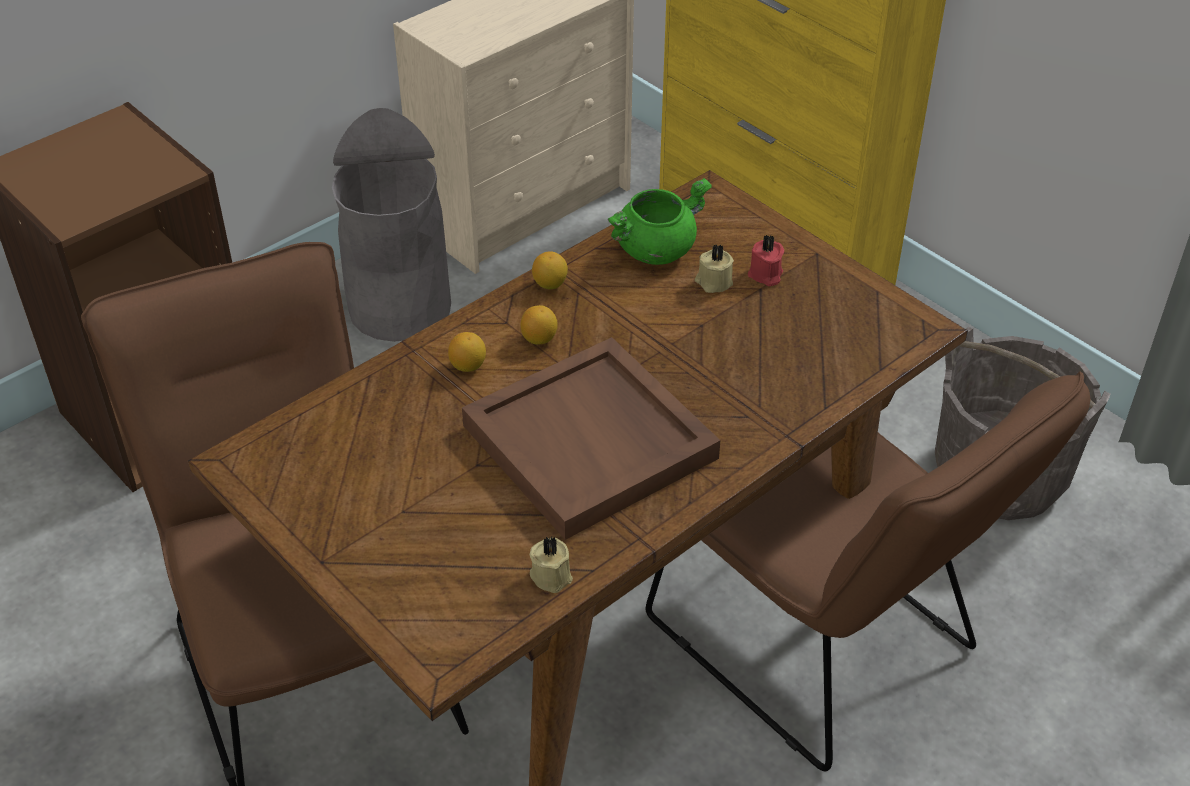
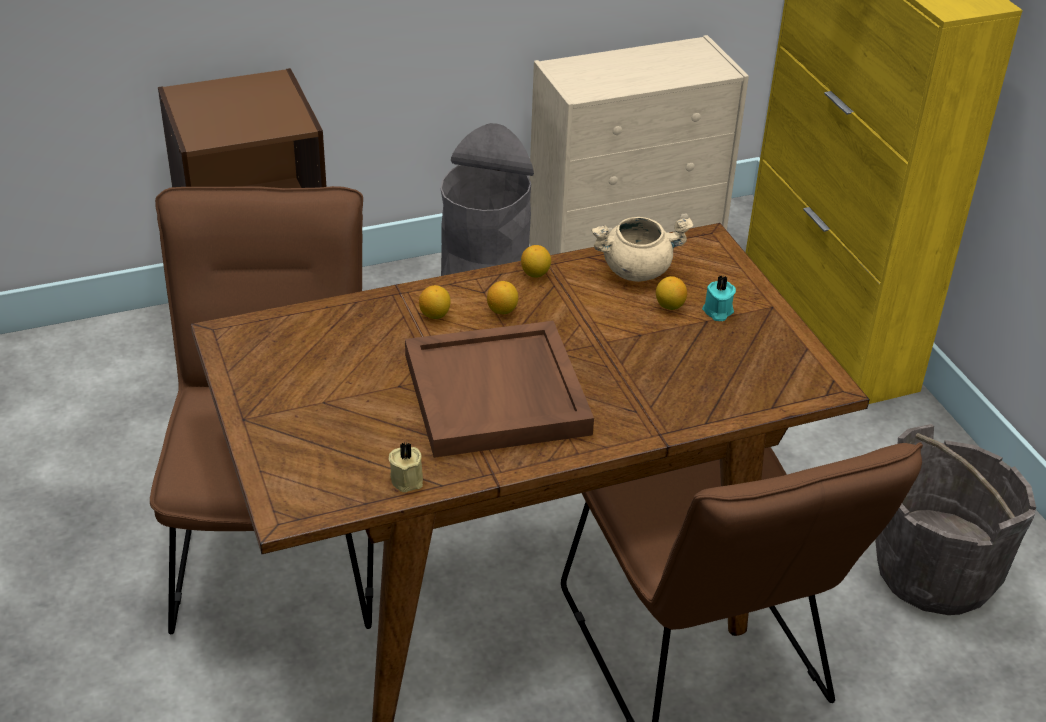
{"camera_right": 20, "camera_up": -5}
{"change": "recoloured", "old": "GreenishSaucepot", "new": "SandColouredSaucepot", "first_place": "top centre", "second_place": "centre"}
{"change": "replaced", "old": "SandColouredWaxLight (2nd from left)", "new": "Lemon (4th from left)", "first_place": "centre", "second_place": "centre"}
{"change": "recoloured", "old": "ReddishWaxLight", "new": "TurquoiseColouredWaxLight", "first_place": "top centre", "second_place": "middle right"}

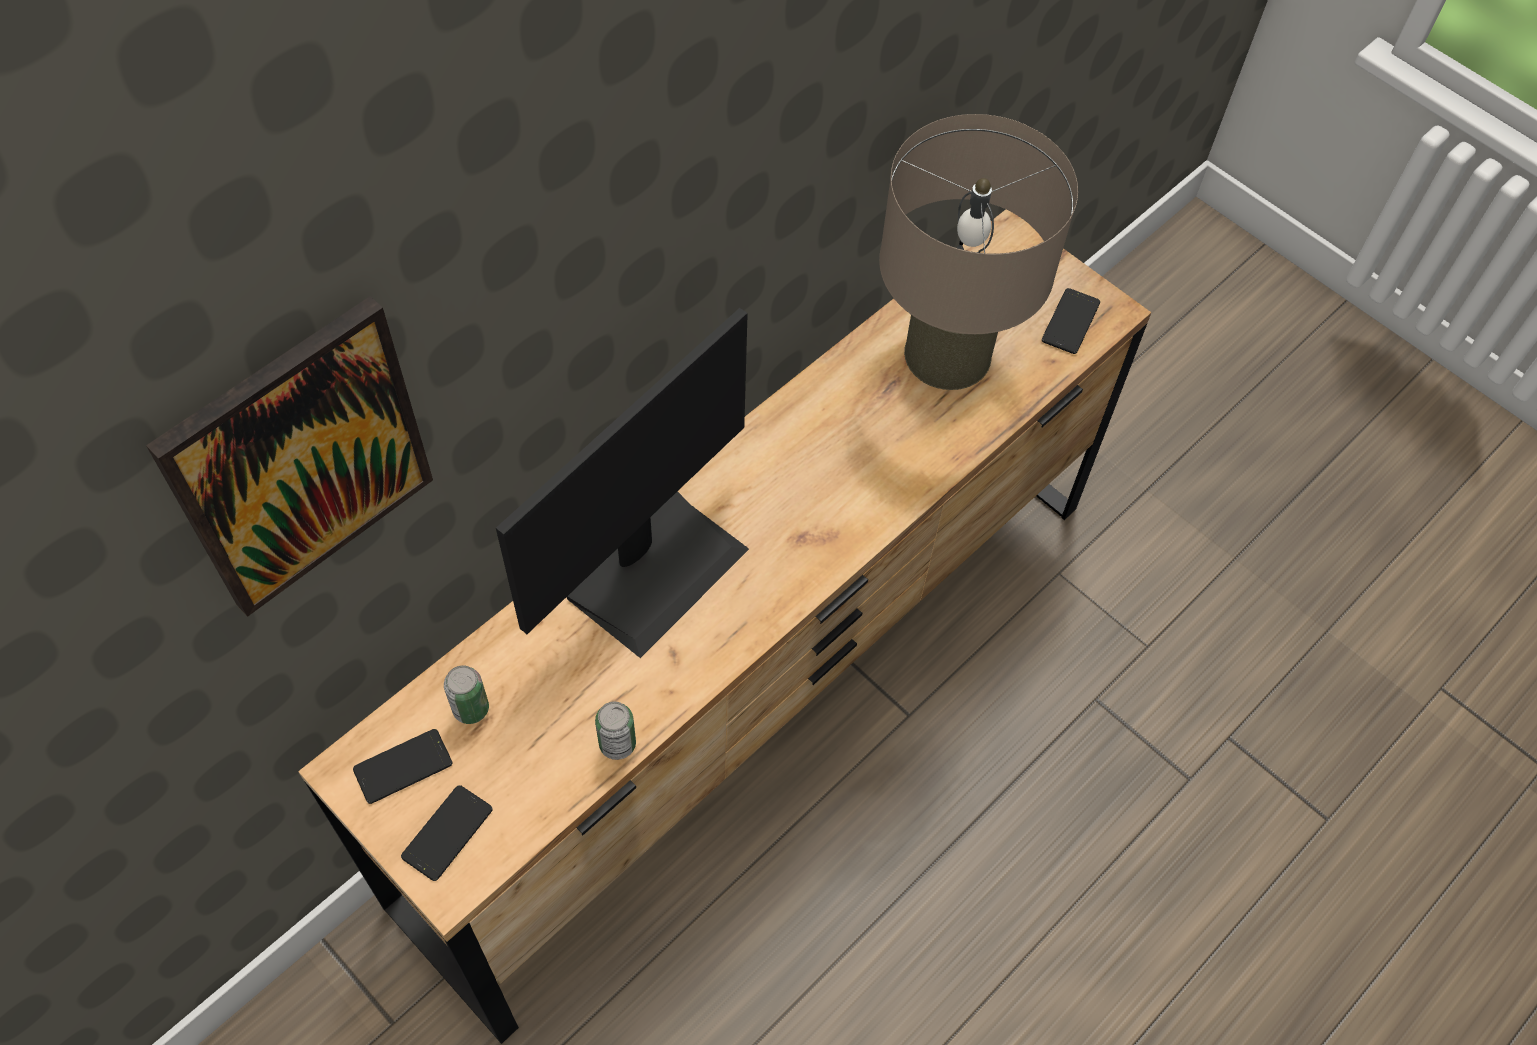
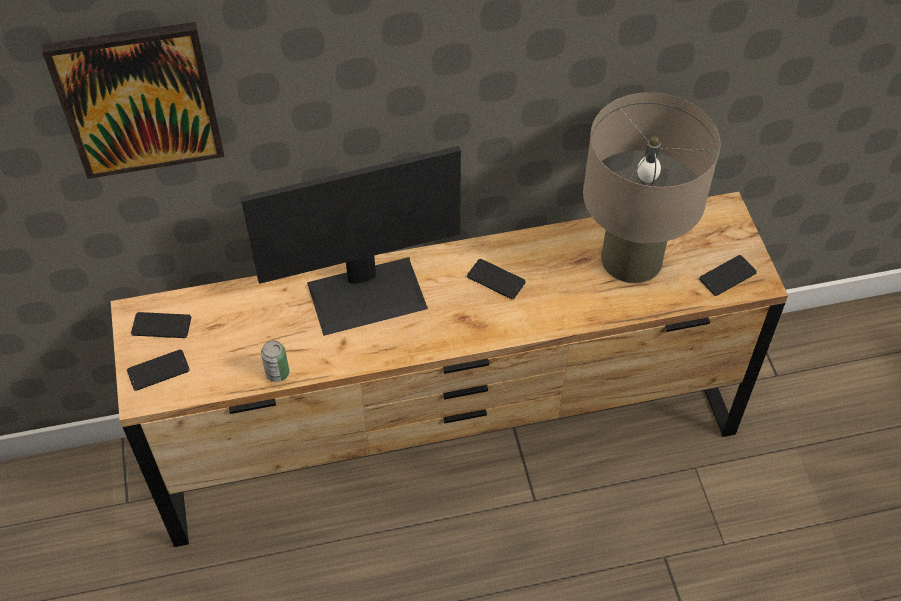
{"camera_right": 35, "camera_up": -5}
{"change": "added", "new": "Telephone (3rd from left)", "second_place": "centre"}
{"change": "removed", "old": "Can (1st from left)", "first_place": "middle left"}

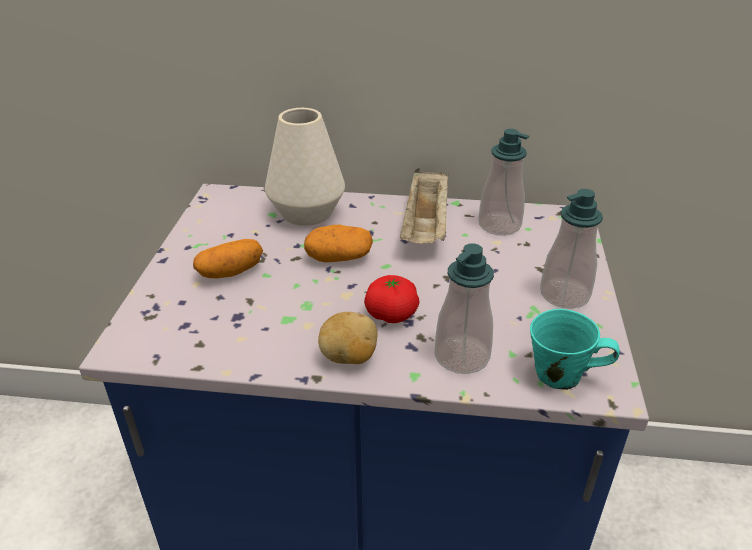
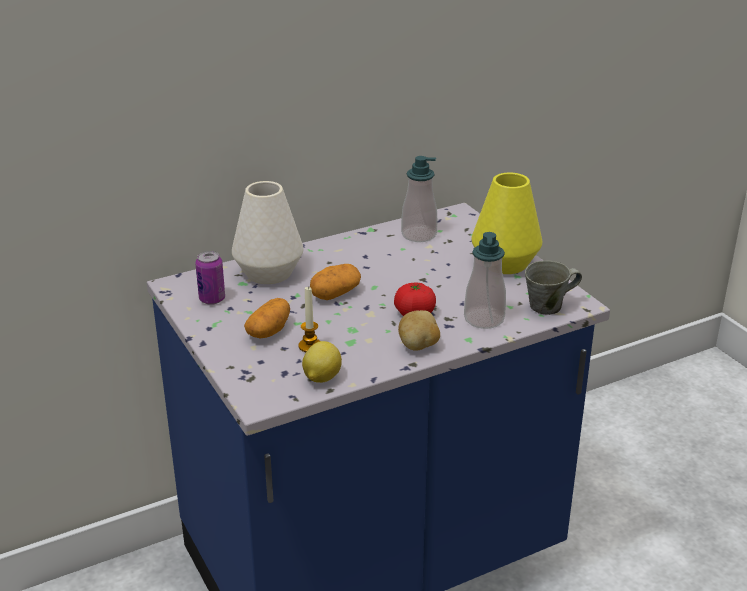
{"camera_right": -35, "camera_up": -5}
{"change": "added", "new": "Can", "second_place": "middle left"}
{"change": "added", "new": "WaxLight", "second_place": "centre"}
{"change": "added", "new": "Lemon", "second_place": "centre"}
{"change": "replaced", "old": "SoapBottle (3rd from left)", "new": "YellowishFlowerVase", "first_place": "middle right", "second_place": "middle right"}
{"change": "recoloured", "old": "TurquoiseColouredCoffeeMug", "new": "GreyCoffeeMug", "first_place": "middle right", "second_place": "middle right"}
{"change": "removed", "old": "SandColouredTray", "first_place": "centre"}

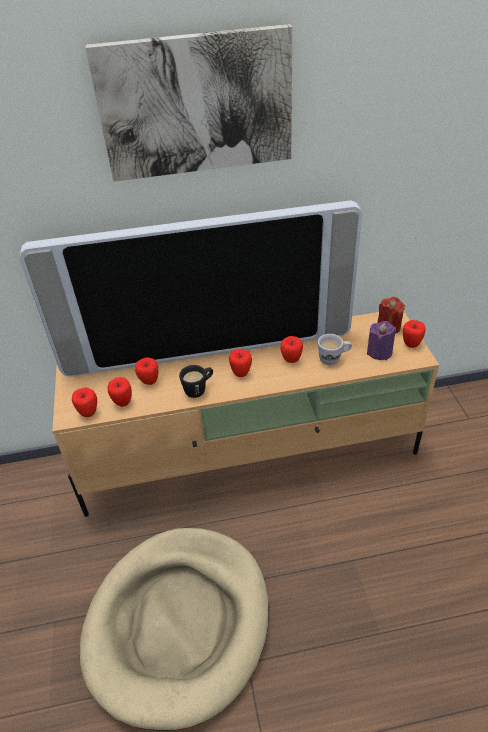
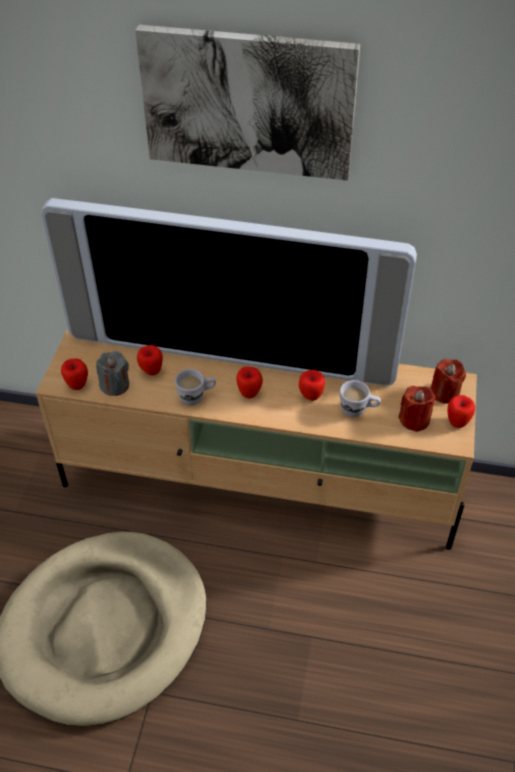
{"camera_right": 20, "camera_up": 5}
{"change": "replaced", "old": "Apple (2nd from left)", "new": "GreyWaxLight", "first_place": "middle left", "second_place": "middle left"}
{"change": "recoloured", "old": "BlackColouredCoffeeMug", "new": "WhitishCoffeeMug (1st from left)", "first_place": "centre", "second_place": "centre"}
{"change": "recoloured", "old": "PurplishWaxLight", "new": "ReddishWaxLight (1st from left)", "first_place": "middle right", "second_place": "middle right"}

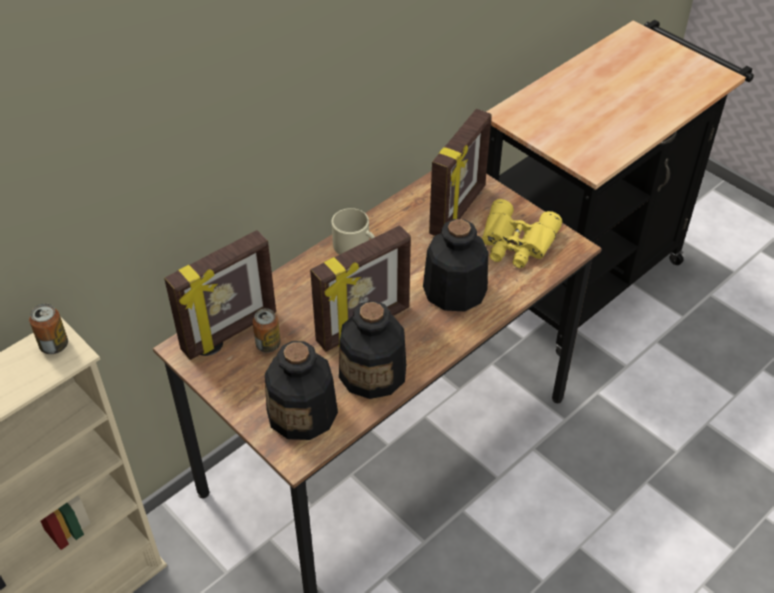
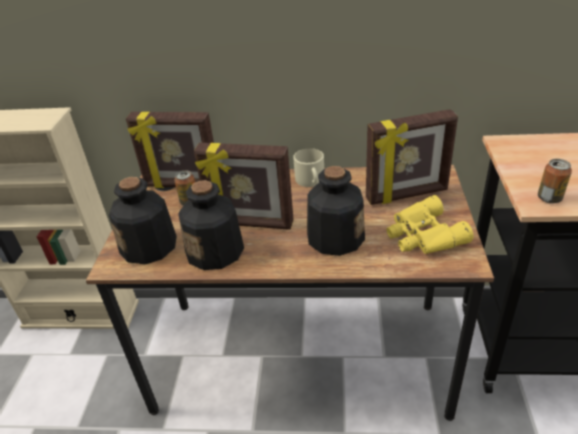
{"camera_right": 50, "camera_up": -10}
{"change": "moved", "old": "Can (1st from left in the first image)", "new": "Can (2nd from left)", "first_place": "middle left", "second_place": "middle right"}

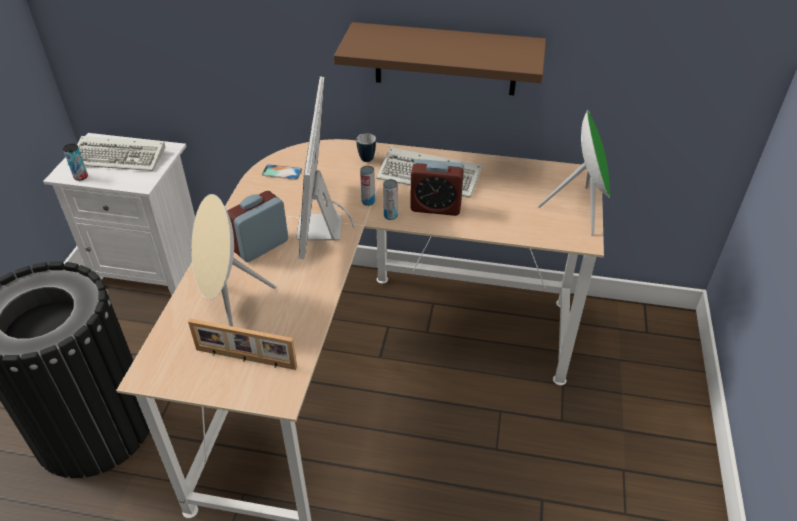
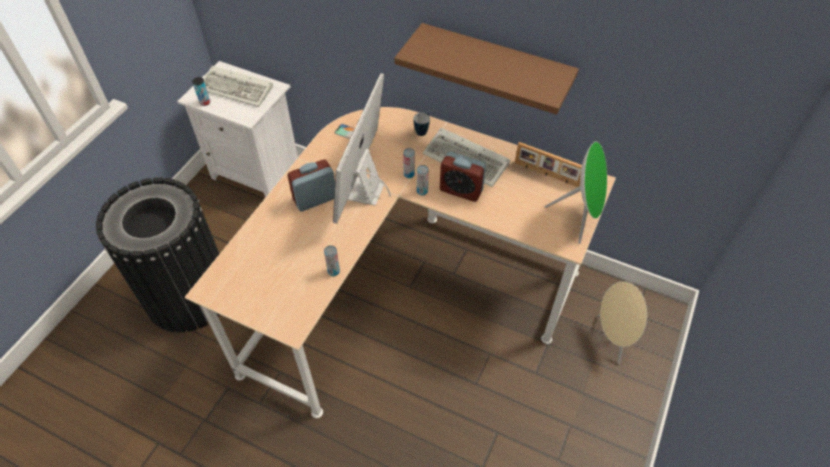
{"camera_right": 15, "camera_up": 10}
{"change": "added", "new": "Can (2nd from left)", "second_place": "centre"}
{"change": "moved", "old": "PhotoFrame", "first_place": "middle left", "second_place": "centre"}
{"change": "moved", "old": "SandColouredSpeaker", "first_place": "middle left", "second_place": "bottom right"}

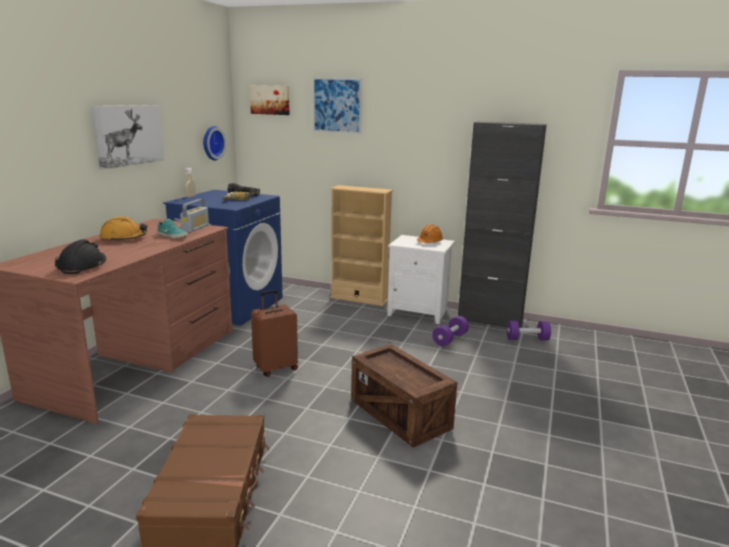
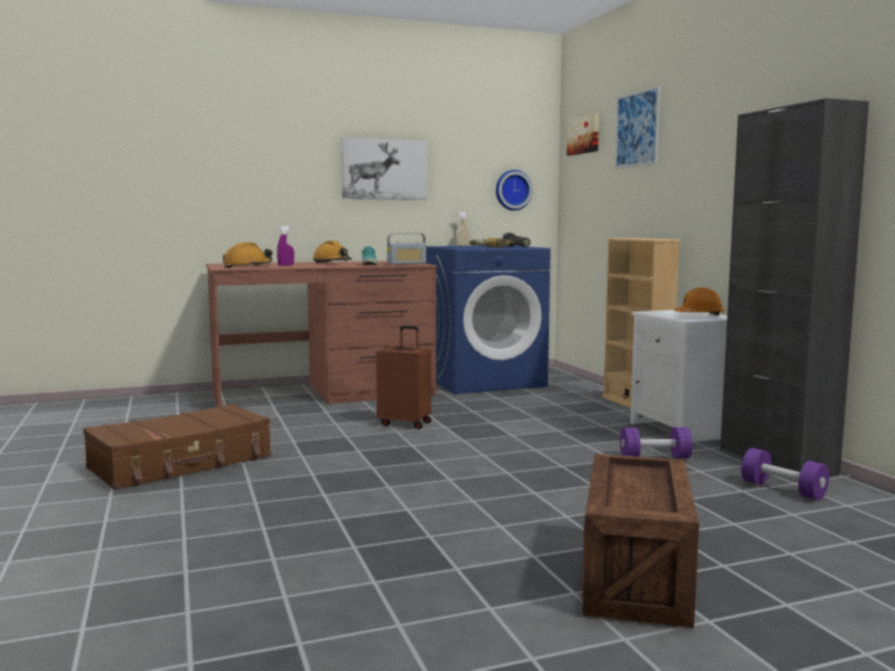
{"camera_right": 50, "camera_up": -10}
{"change": "recoloured", "old": "BlackColouredHardHat", "new": "OrangeyHardHat (1st from left)", "first_place": "middle left", "second_place": "middle left"}
{"change": "added", "new": "PurplishHandSprayer", "second_place": "middle left"}
{"change": "moved", "old": "PackingCrate", "first_place": "bottom centre", "second_place": "bottom right"}

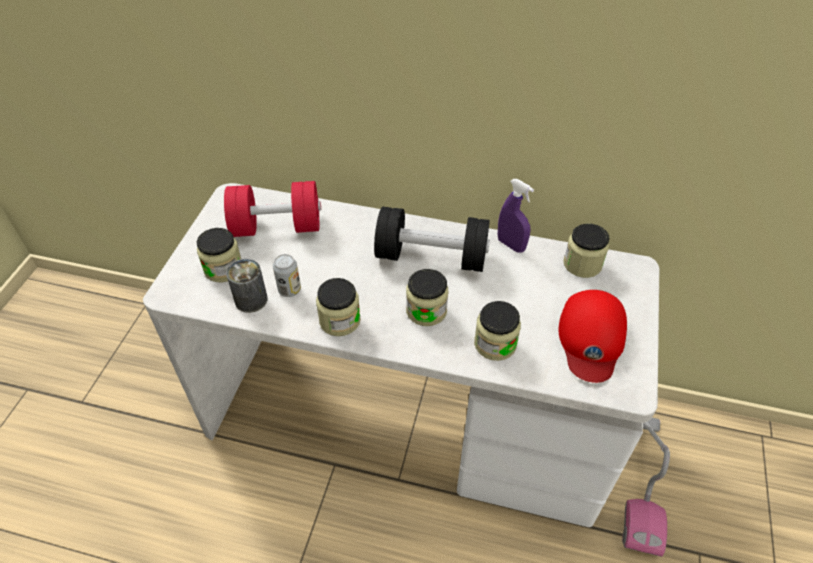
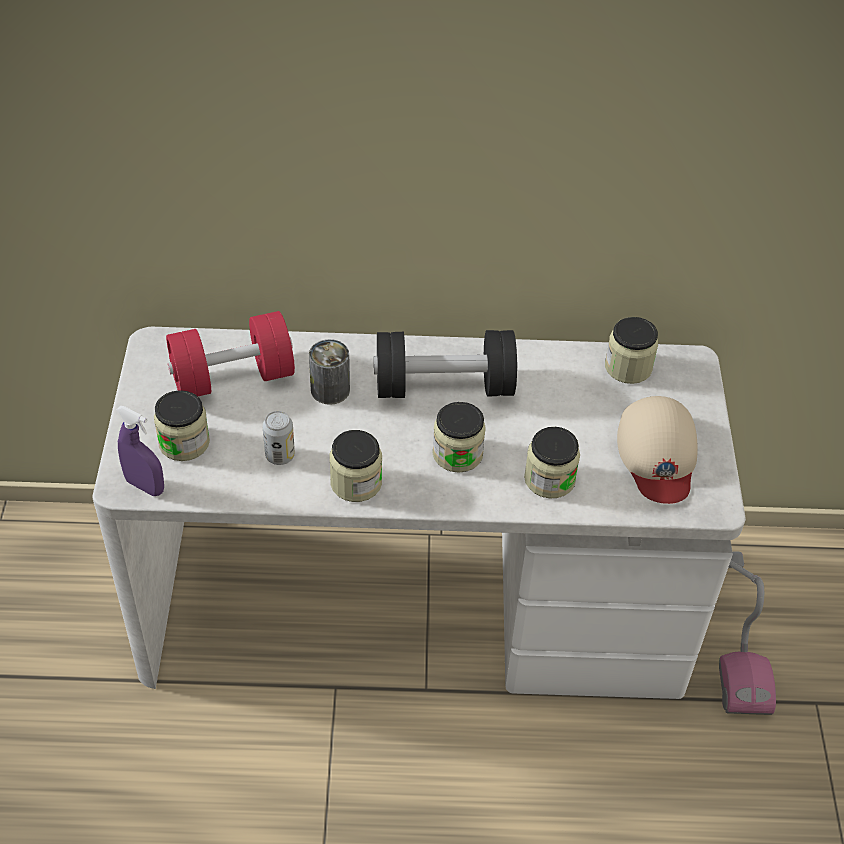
{"camera_right": -15, "camera_up": 0}
{"change": "moved", "old": "PurplishHandSprayer", "first_place": "centre", "second_place": "middle left"}
{"change": "moved", "old": "Can (1st from left in the first image)", "new": "Can (2nd from left)", "first_place": "middle left", "second_place": "centre"}
{"change": "recoloured", "old": "ReddishCap", "new": "SandColouredCap", "first_place": "middle right", "second_place": "middle right"}

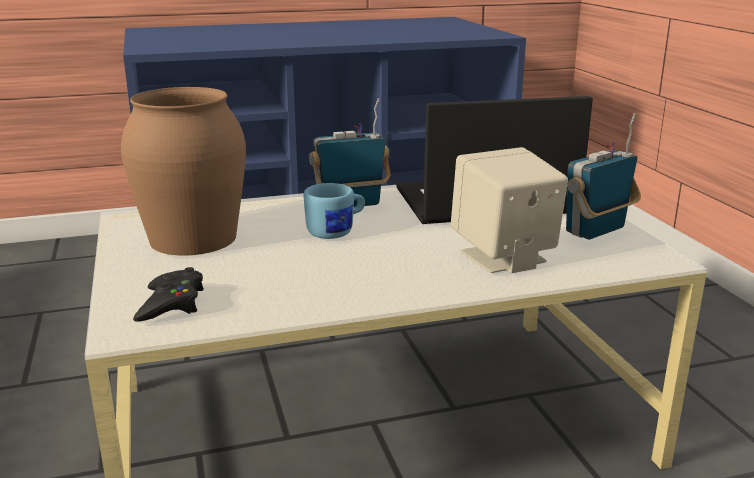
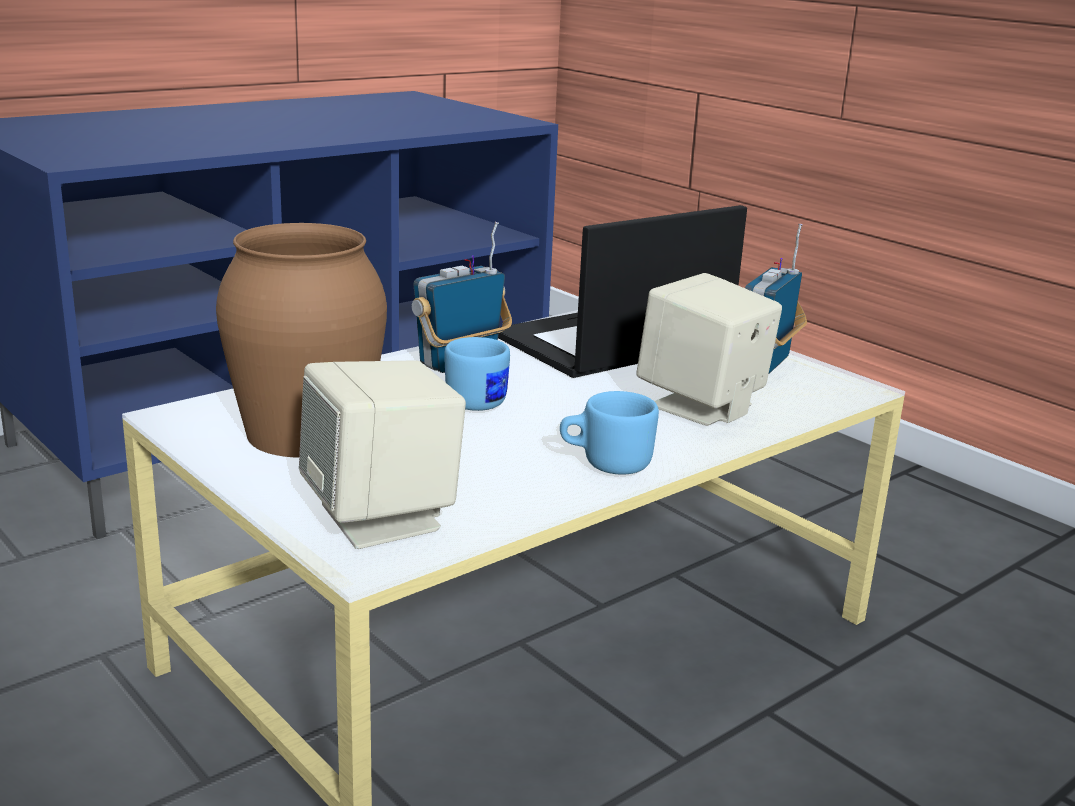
{"camera_right": -25, "camera_up": 0}
{"change": "replaced", "old": "BlackColouredJoypad", "new": "SandColouredSpeaker (1st from left)", "first_place": "middle left", "second_place": "centre"}
{"change": "added", "new": "BluishCoffeeMug (2nd from left)", "second_place": "centre"}

